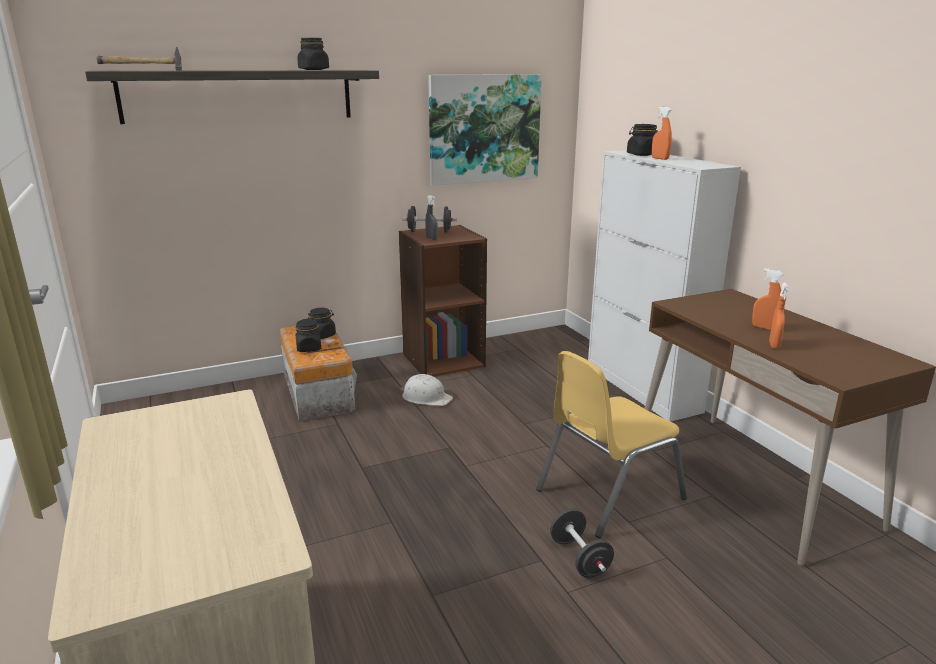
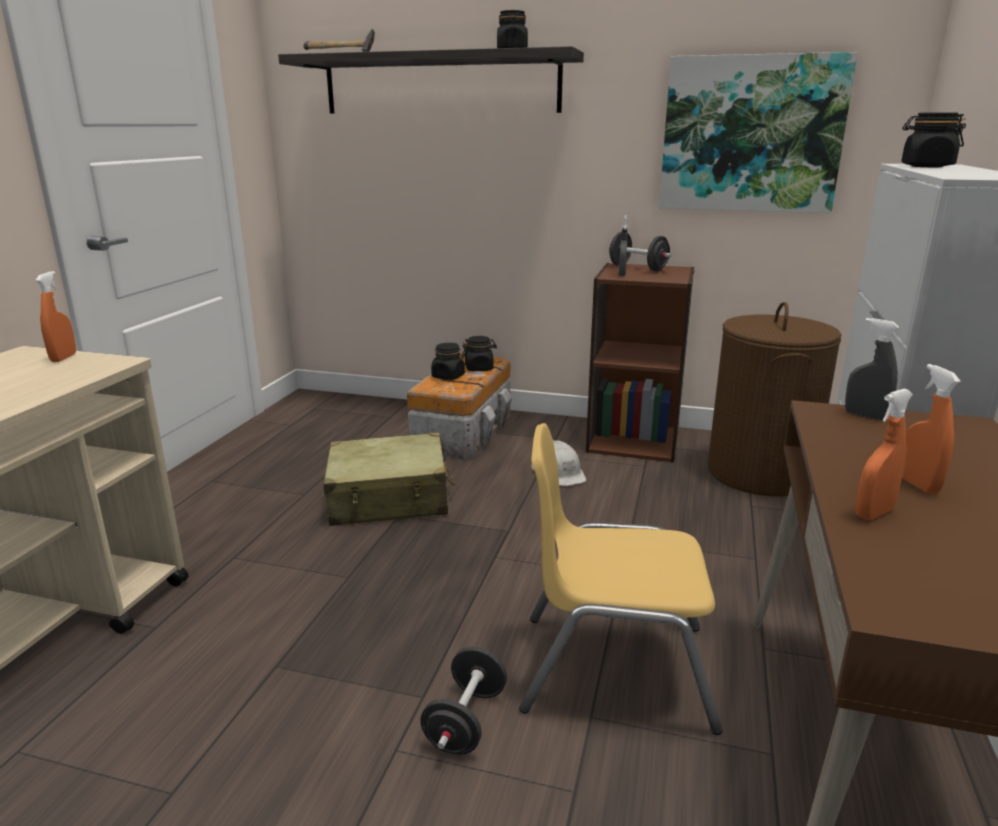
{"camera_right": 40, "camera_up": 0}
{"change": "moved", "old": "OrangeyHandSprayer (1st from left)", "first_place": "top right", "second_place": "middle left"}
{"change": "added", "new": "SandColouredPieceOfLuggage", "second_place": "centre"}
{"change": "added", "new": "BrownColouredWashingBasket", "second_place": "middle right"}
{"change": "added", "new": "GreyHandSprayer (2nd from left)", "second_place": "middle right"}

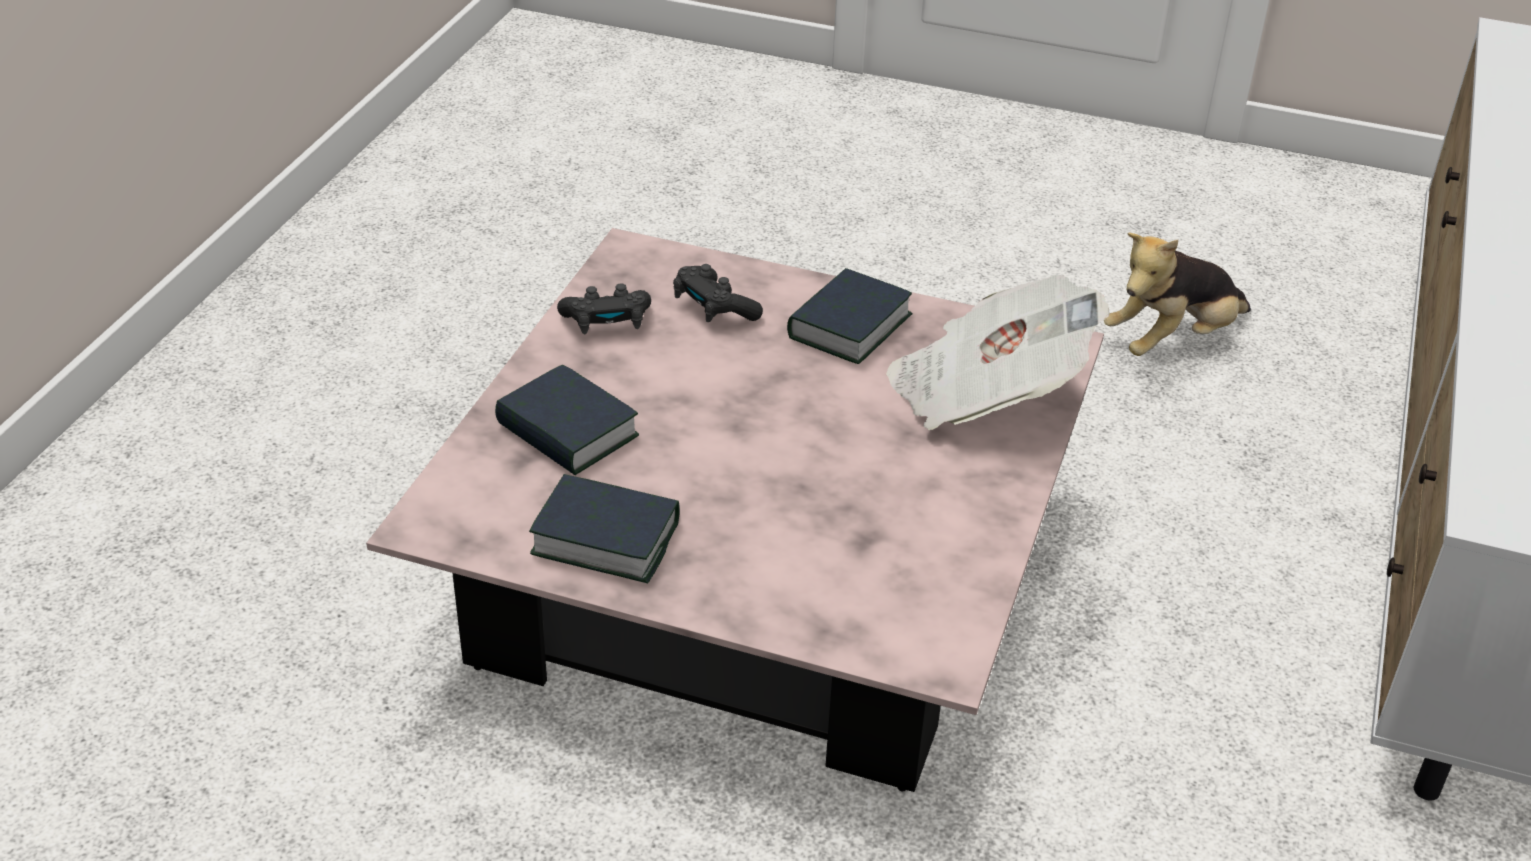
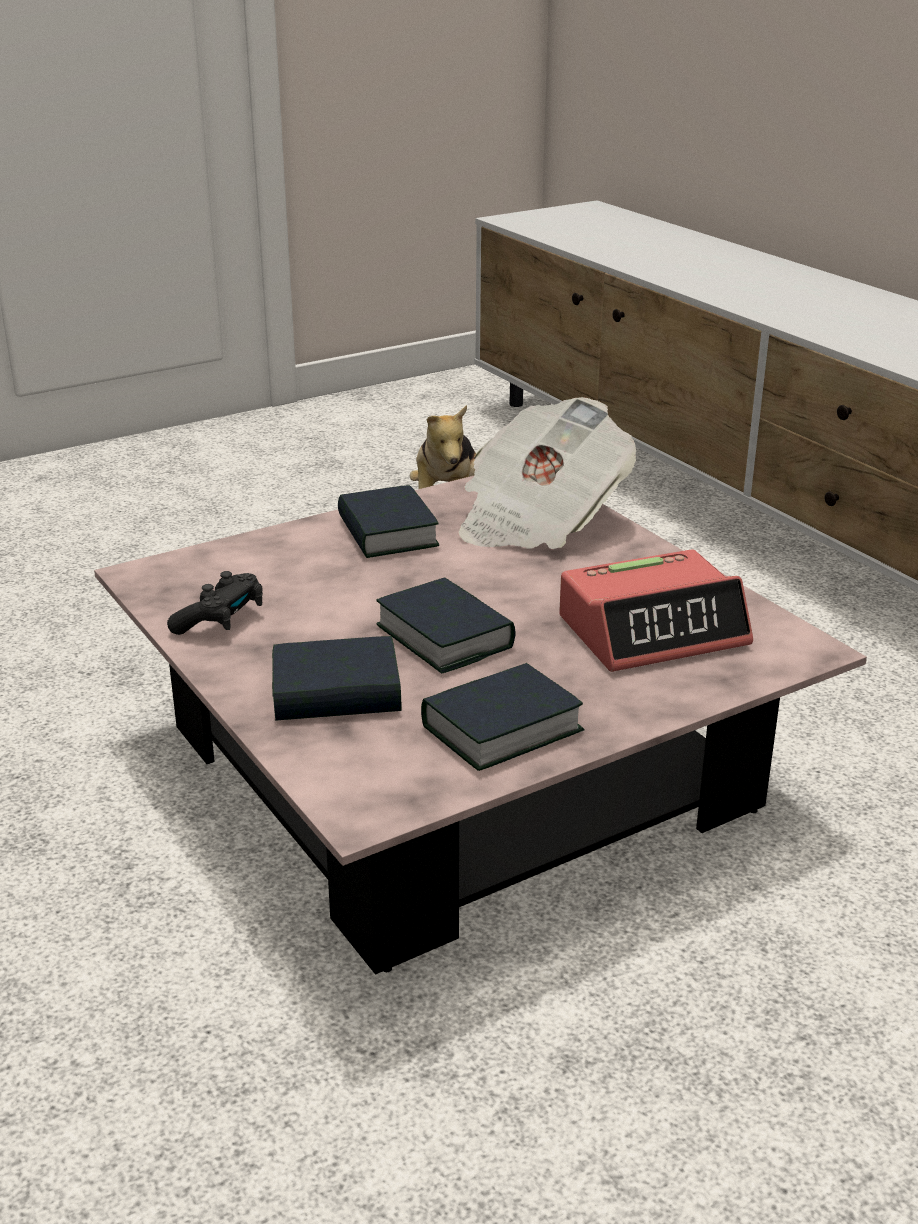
{"camera_right": -50, "camera_up": -10}
{"change": "added", "new": "Book (3rd from left)", "second_place": "centre"}
{"change": "added", "new": "AlarmClock", "second_place": "middle right"}
{"change": "removed", "old": "BlackColouredJoypad (2nd from left)", "first_place": "centre"}

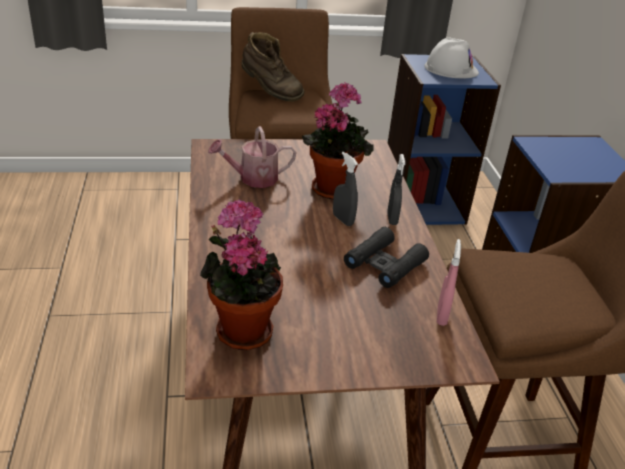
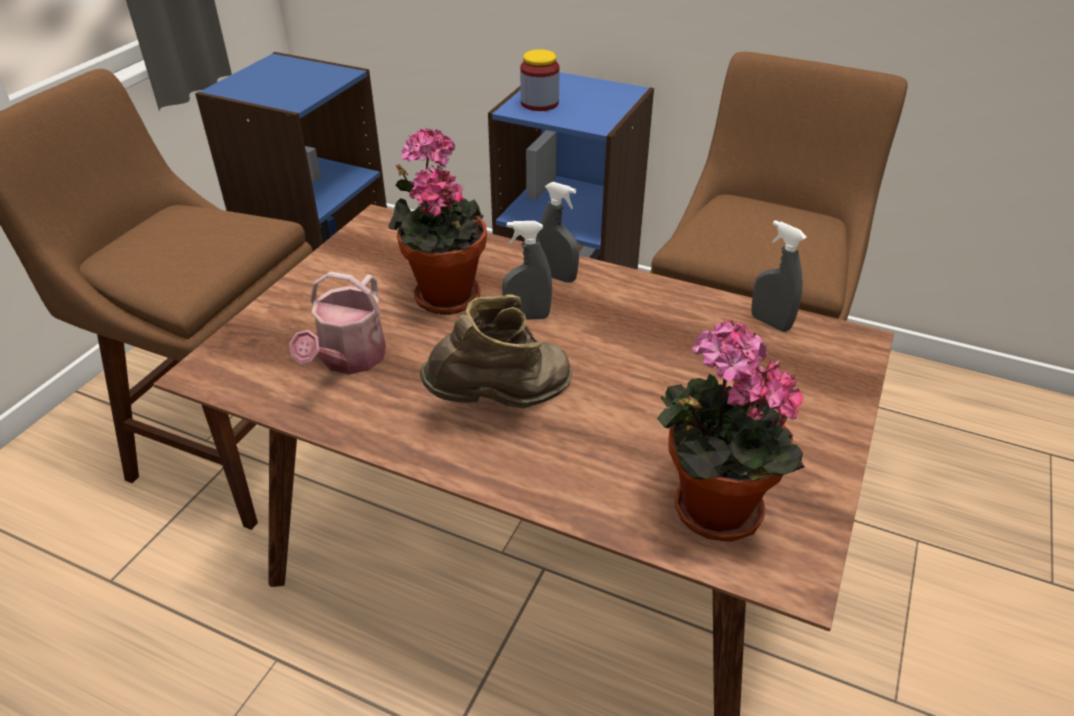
{"camera_right": -55, "camera_up": 5}
{"change": "moved", "old": "BrownColouredHighTopBoot", "first_place": "top centre", "second_place": "centre"}
{"change": "added", "new": "StorageJar", "second_place": "top centre"}
{"change": "recoloured", "old": "PinkColouredHandSprayer", "new": "GreyHandSprayer (3rd from left)", "first_place": "middle right", "second_place": "middle right"}
{"change": "removed", "old": "BlackColouredFieldGlasses", "first_place": "centre"}
{"change": "removed", "old": "WhitishHardHat", "first_place": "top right"}

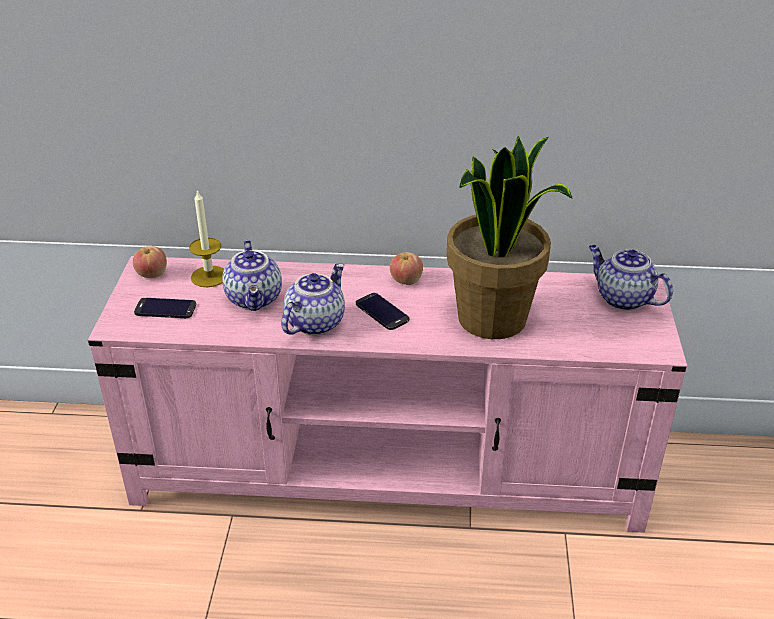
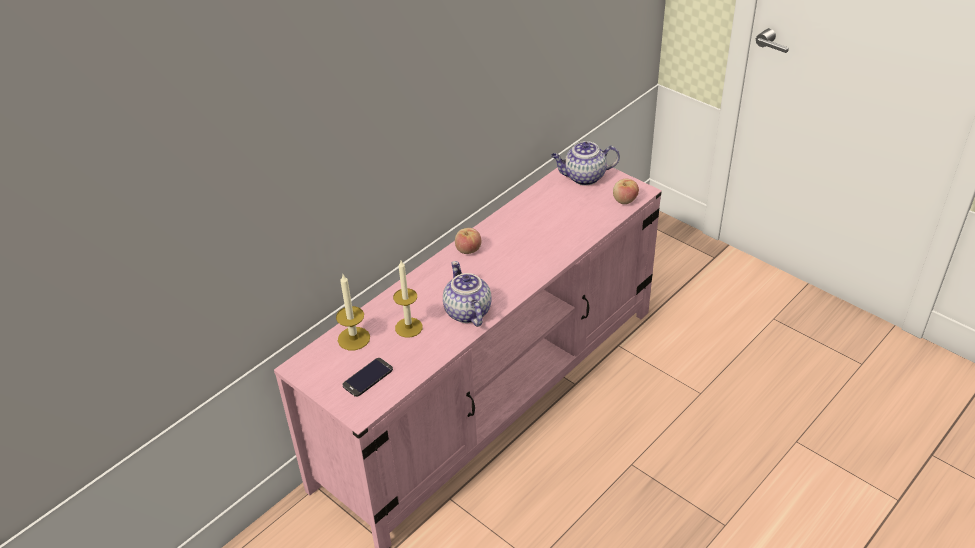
{"camera_right": -50, "camera_up": 5}
{"change": "replaced", "old": "PotForTea (1st from left)", "new": "WaxLight (2nd from left)", "first_place": "middle left", "second_place": "centre"}
{"change": "moved", "old": "Apple (1st from left in the first image)", "new": "Apple (2nd from left)", "first_place": "middle left", "second_place": "centre"}
{"change": "removed", "old": "Telephone (2nd from left)", "first_place": "centre"}
{"change": "removed", "old": "PlantInAPot", "first_place": "centre"}

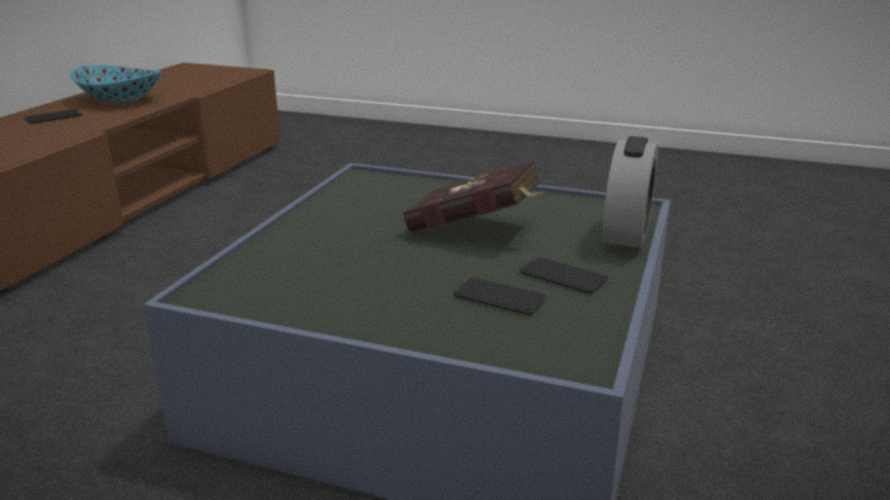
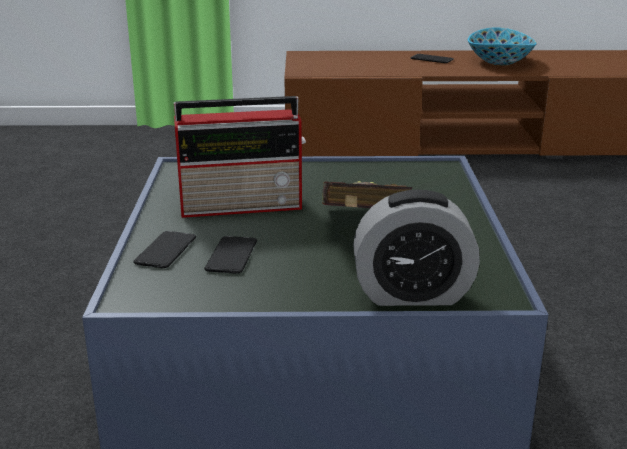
{"camera_right": 70, "camera_up": 0}
{"change": "moved", "old": "Telephone (3rd from left in the first image)", "new": "Telephone (1st from left)", "first_place": "centre", "second_place": "middle left"}
{"change": "added", "new": "RadioReceiver", "second_place": "centre"}

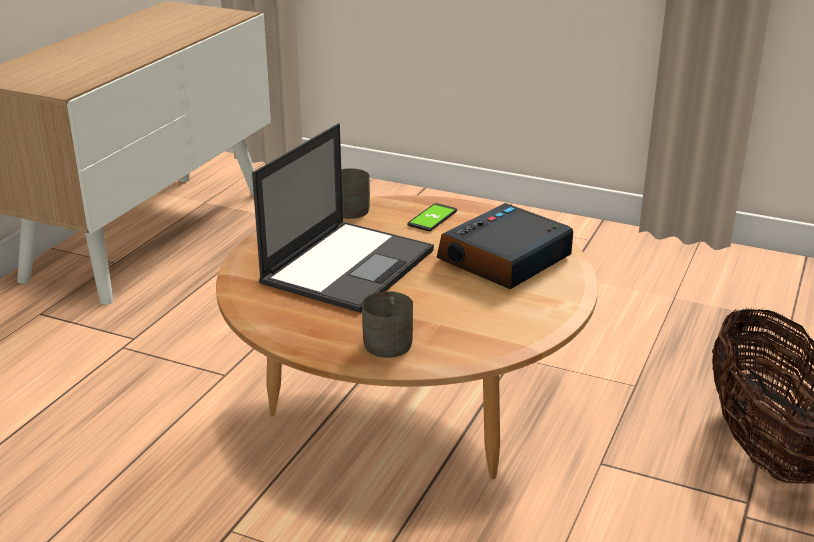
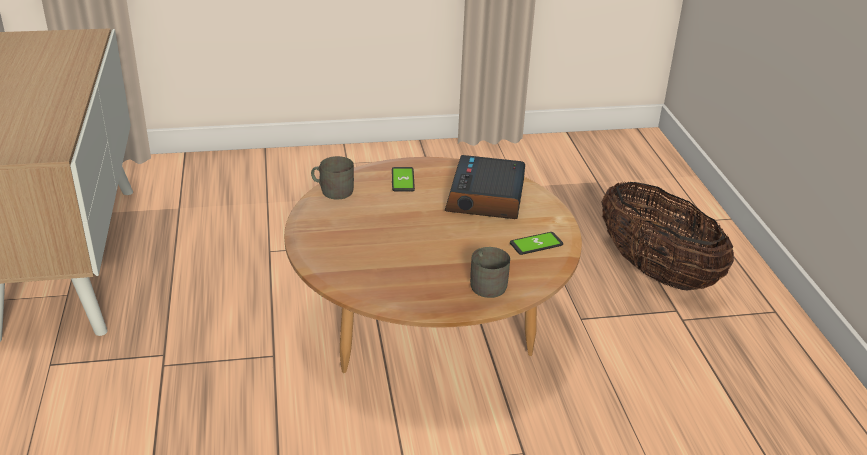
{"camera_right": -35, "camera_up": 5}
{"change": "added", "new": "Telephone (2nd from left)", "second_place": "centre"}
{"change": "removed", "old": "NotebookComputer", "first_place": "centre"}

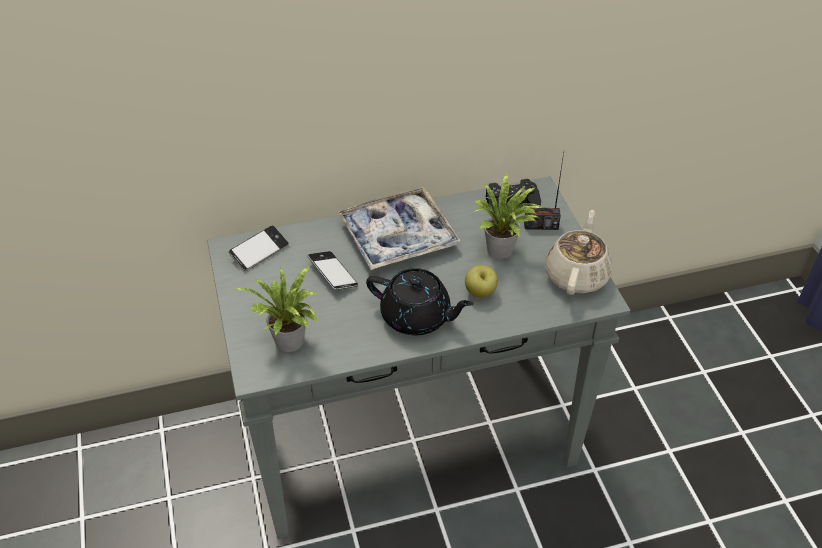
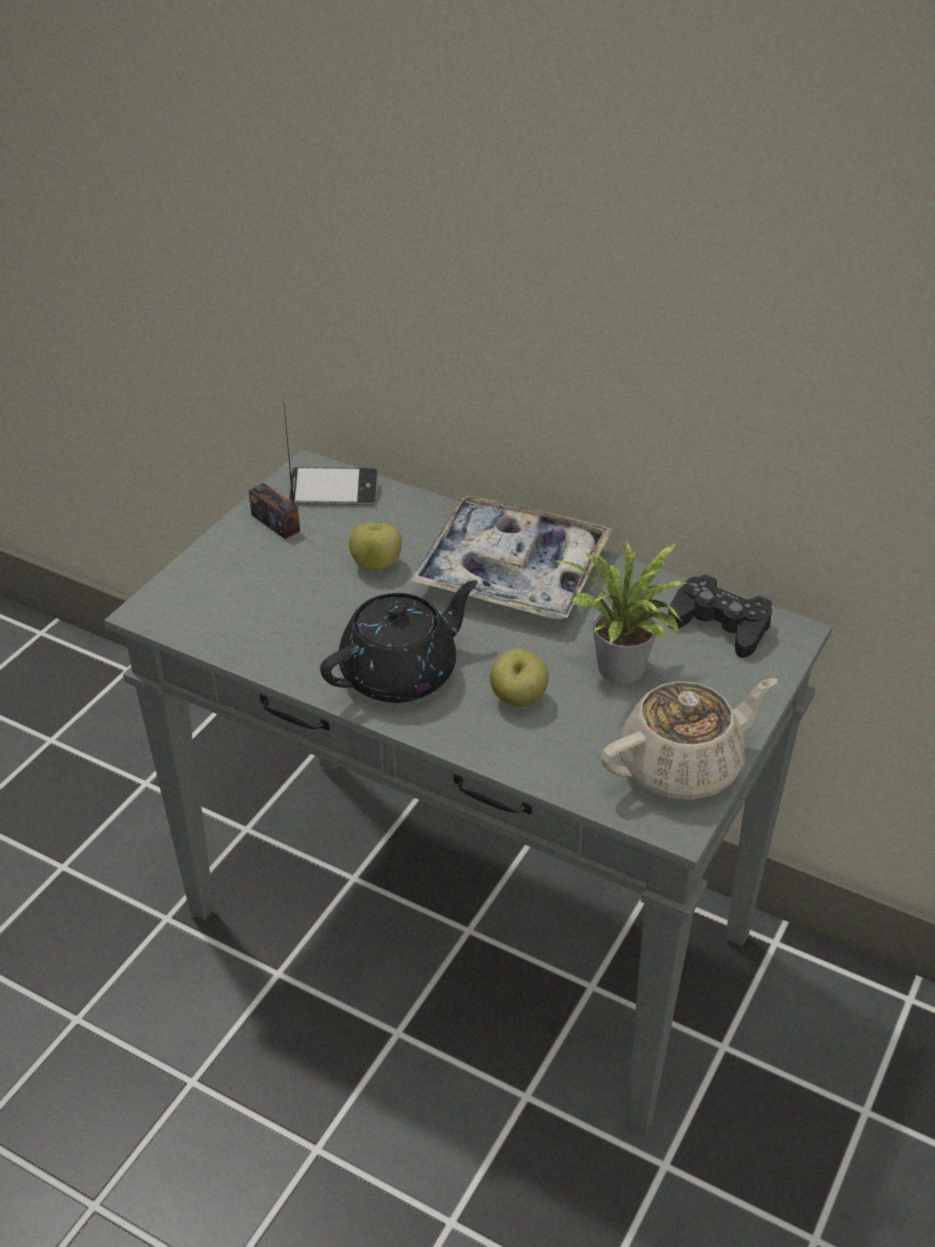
{"camera_right": 45, "camera_up": -5}
{"change": "moved", "old": "RadioReceiver", "first_place": "centre", "second_place": "middle left"}
{"change": "turned", "old": "BlackColouredPotForTea", "first_place": "centre", "second_place": "centre", "degrees": -105}
{"change": "replaced", "old": "Telephone (2nd from left)", "new": "Apple (1st from left)", "first_place": "centre", "second_place": "centre"}
{"change": "removed", "old": "PlantInAPot (1st from left)", "first_place": "centre"}

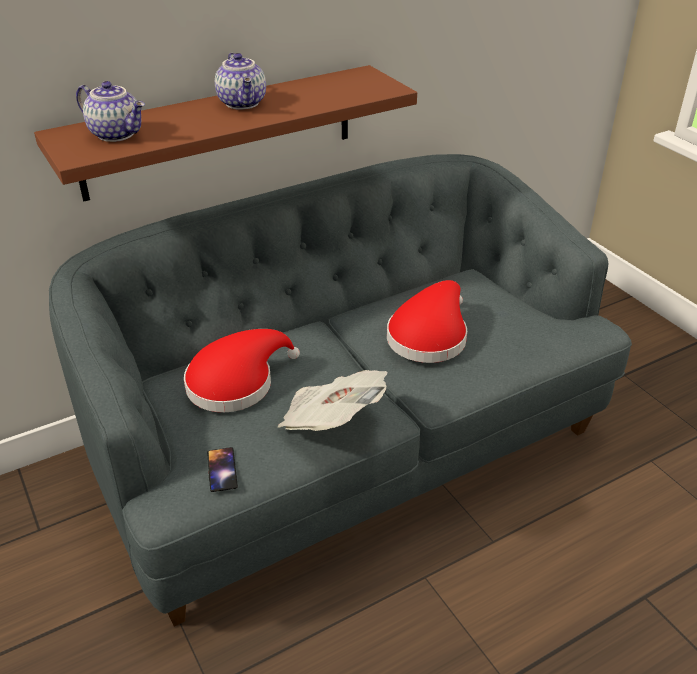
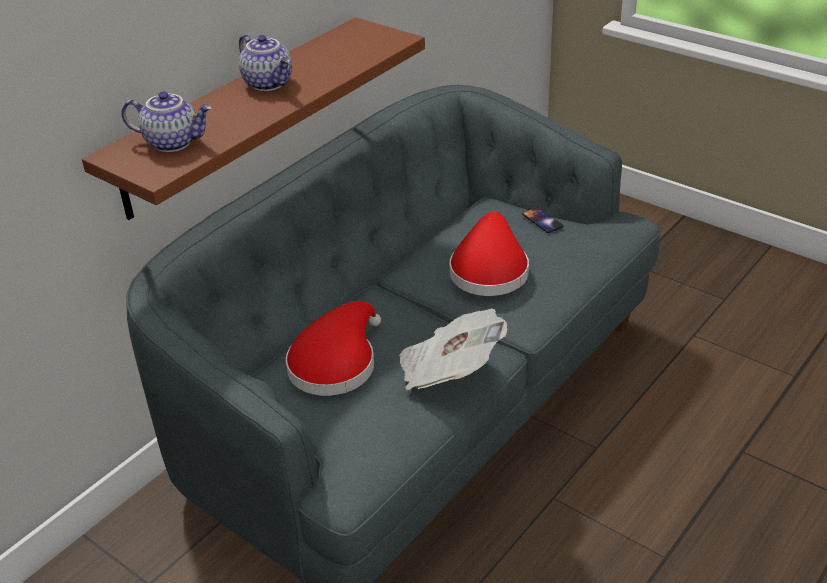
{"camera_right": -20, "camera_up": 0}
{"change": "moved", "old": "Telephone", "first_place": "bottom left", "second_place": "centre"}

